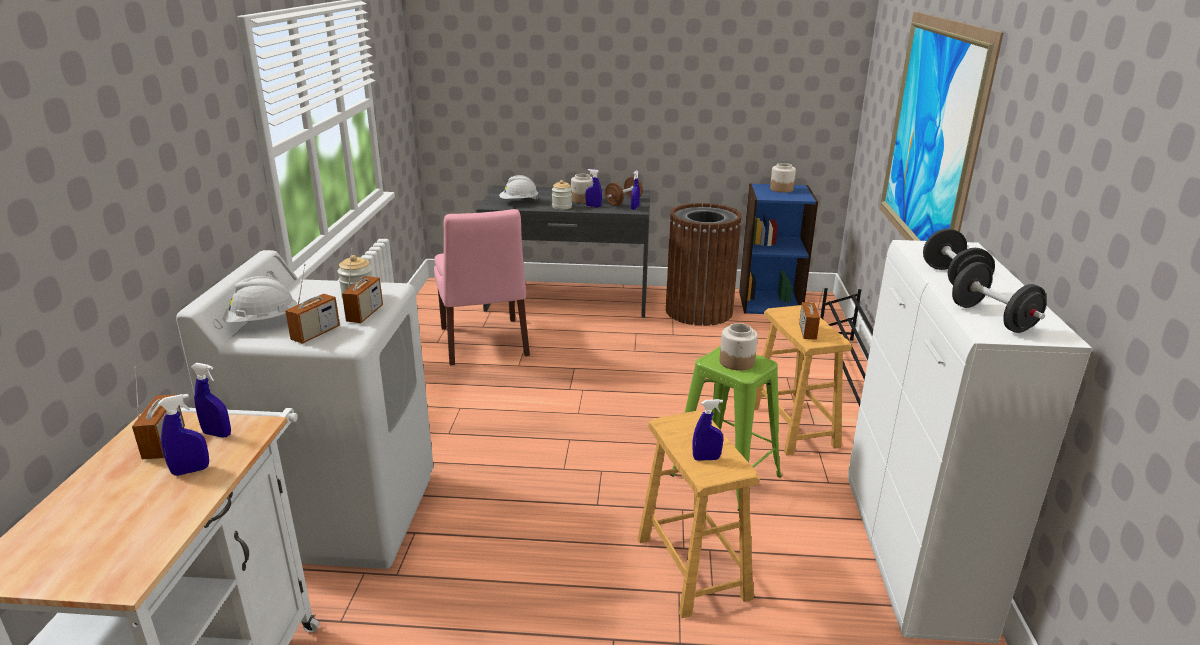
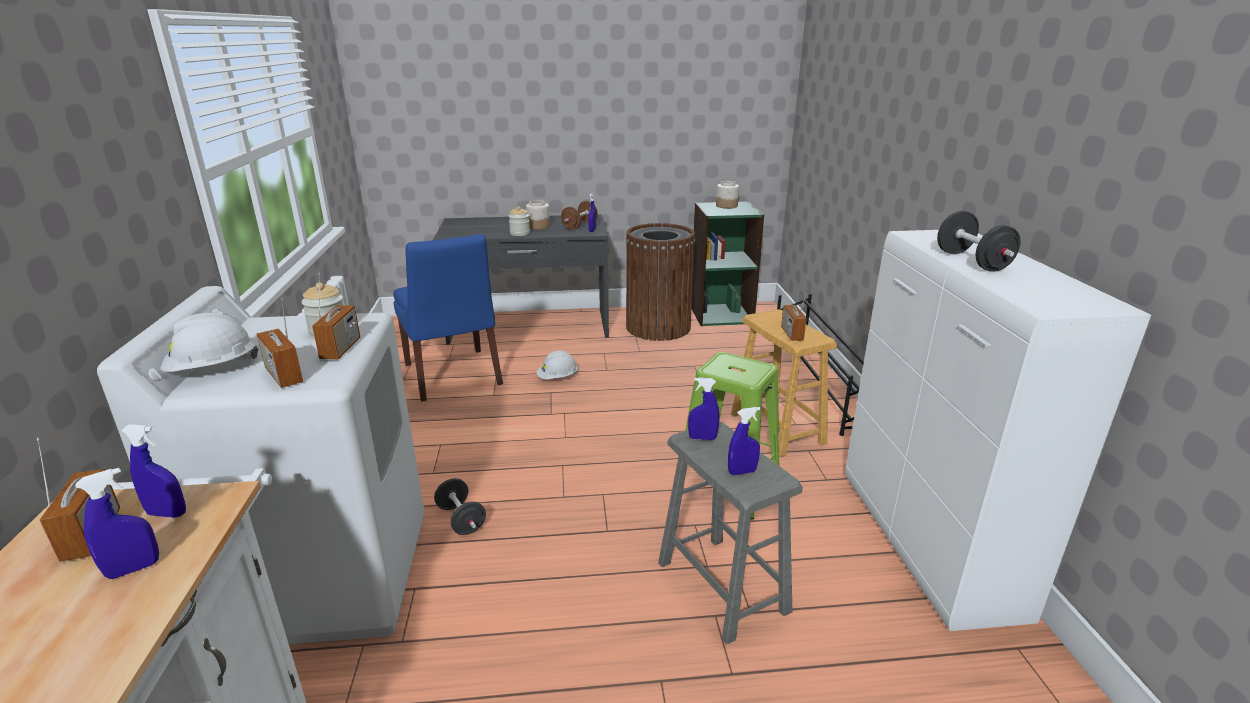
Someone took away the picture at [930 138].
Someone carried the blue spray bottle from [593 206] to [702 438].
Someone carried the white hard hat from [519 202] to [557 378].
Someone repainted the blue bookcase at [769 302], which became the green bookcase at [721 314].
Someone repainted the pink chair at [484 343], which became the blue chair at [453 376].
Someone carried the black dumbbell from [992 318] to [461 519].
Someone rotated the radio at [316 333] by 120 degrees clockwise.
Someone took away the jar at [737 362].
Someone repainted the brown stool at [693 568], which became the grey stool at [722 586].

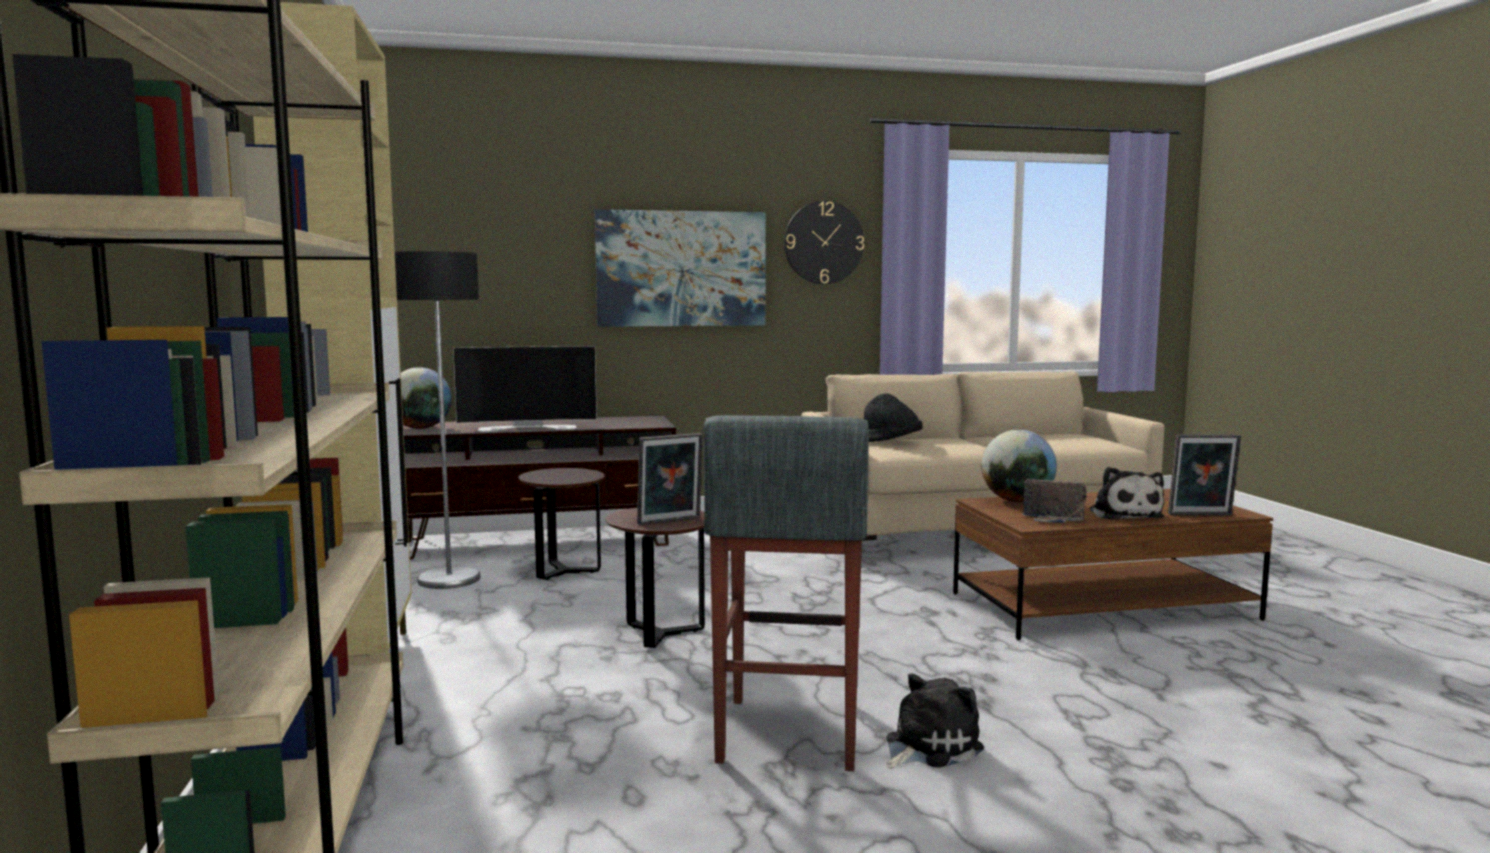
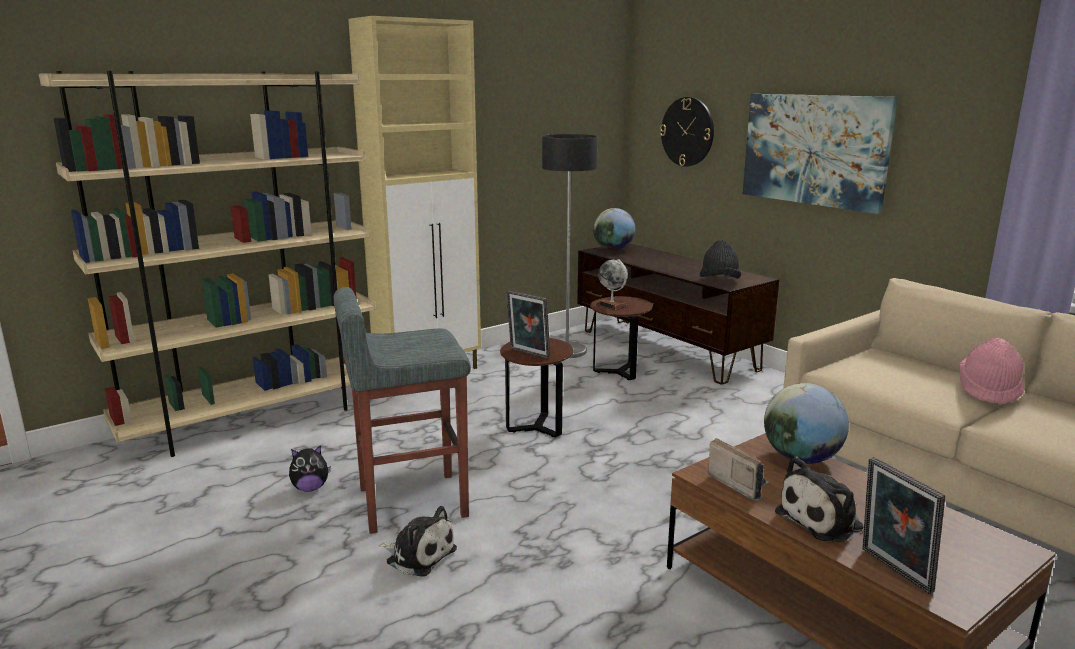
Someone carried the wall clock from [823 242] to [687 132].
Someone took away the television at [528 427].
Someone carried the black hat from [891 443] to [719 281].
Someone rotated the radio at [1054 520] by 150 degrees clockwise.
Someone put down the globe at [612 305].
Someone put down the pink hat at [988 391].
Someone put down the plush toy at [310 488].

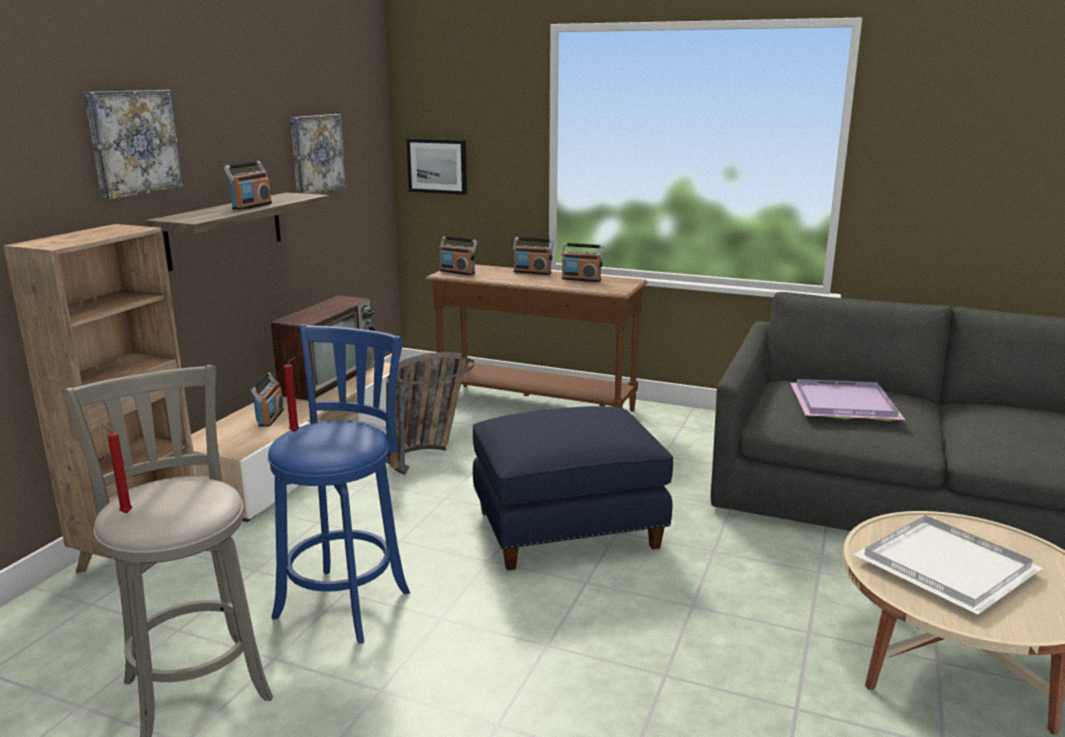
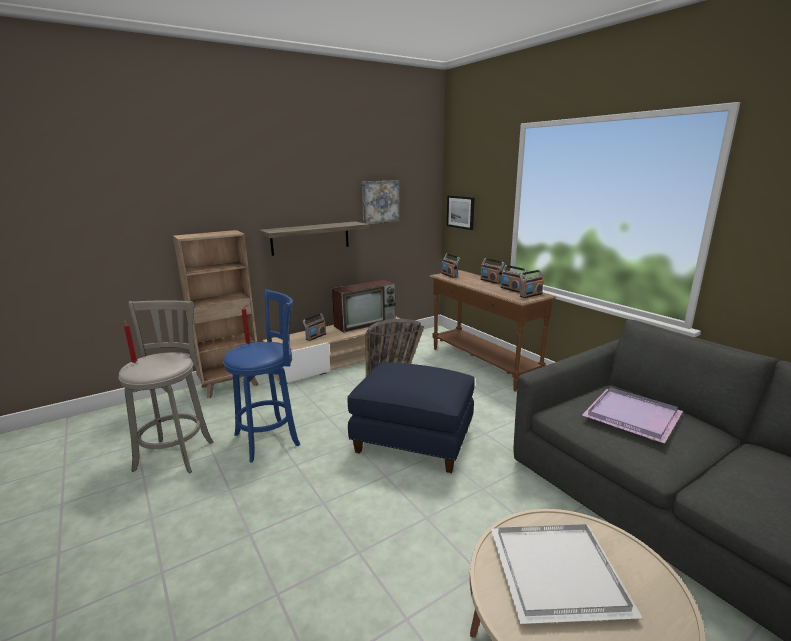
Someone took away the picture at [133 142].
Someone carried the radio from [251 206] to [530 295].

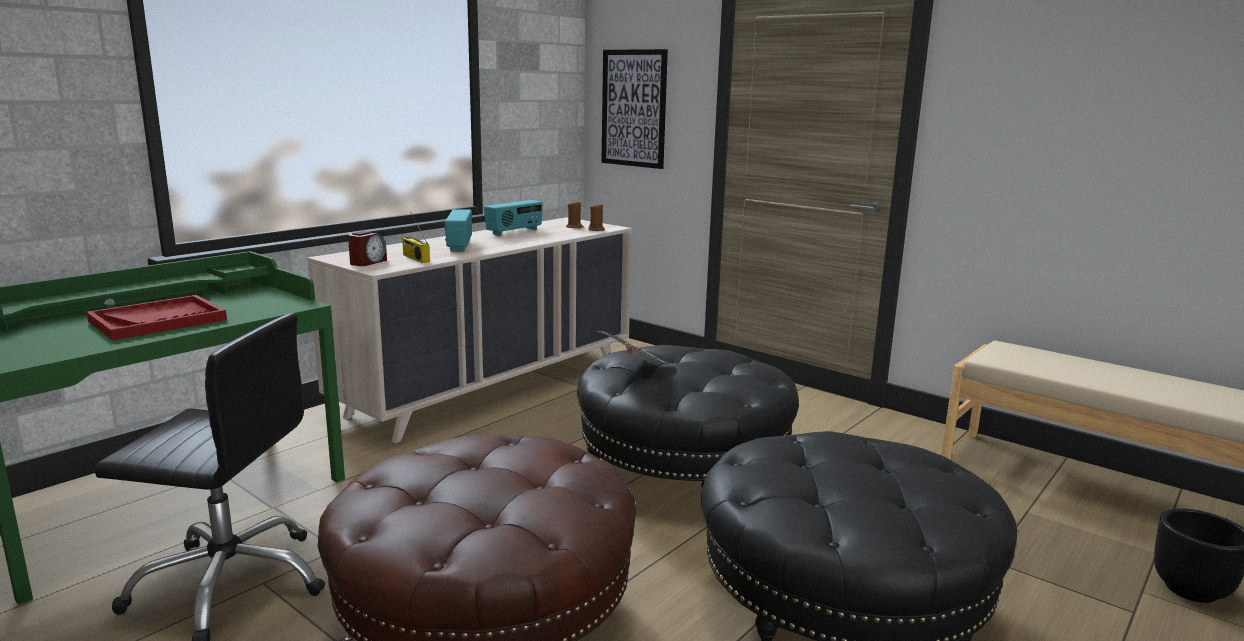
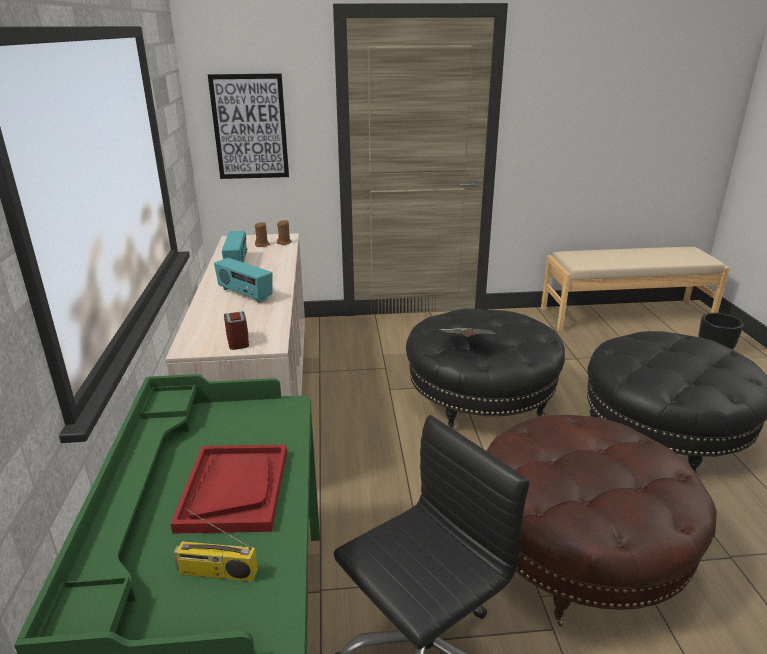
Someone carried the radio from [415 258] to [216 573].

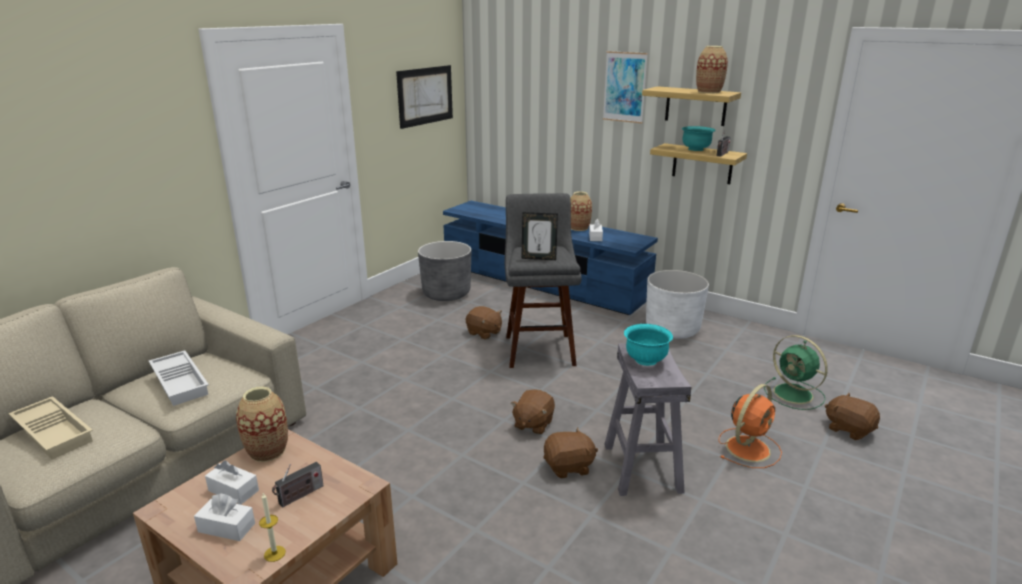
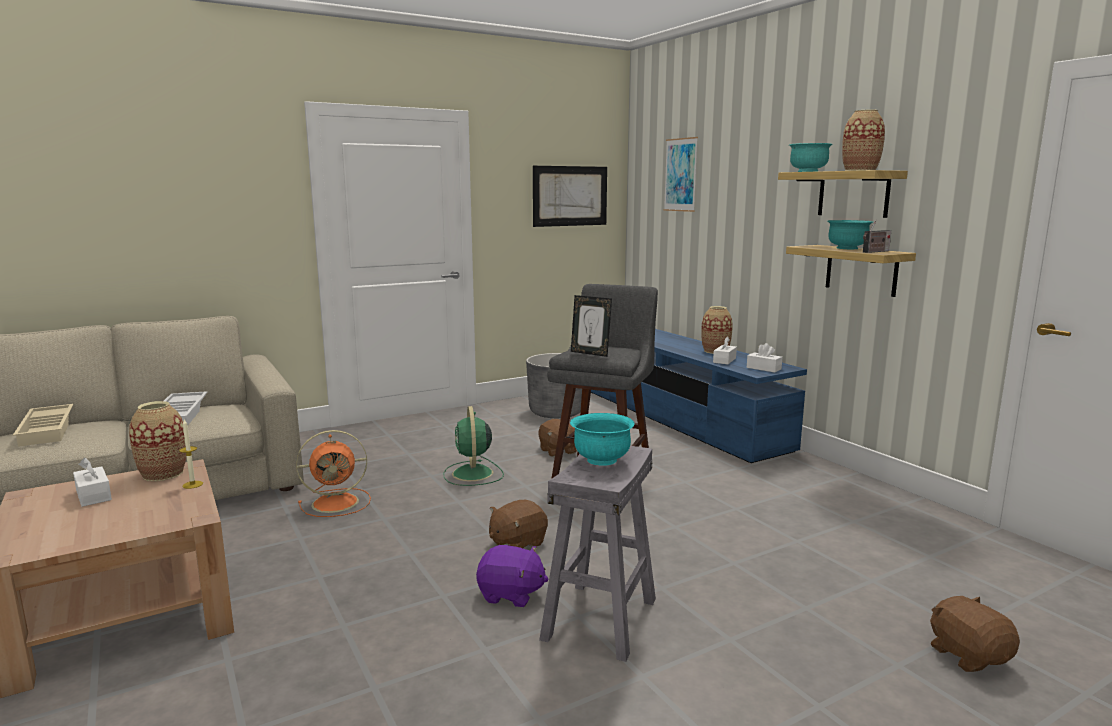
Someone carried the picture from [624 87] to [680 175].
Someone took away the white planter at [672 329].
Someone carried the green fan from [794 394] to [472 474].
Someone carried the orange fan from [748 447] to [337 502].
Someone repainted the brown plush toy at [569 467], which became the purple plush toy at [511 594].
Someone took away the radio at [299 496].
Someone carried the candle from [274 553] to [192 484].
Someone carried the white tissue box from [226 527] to [763 368].
Someone put down the turquoise bowl at [808 171].

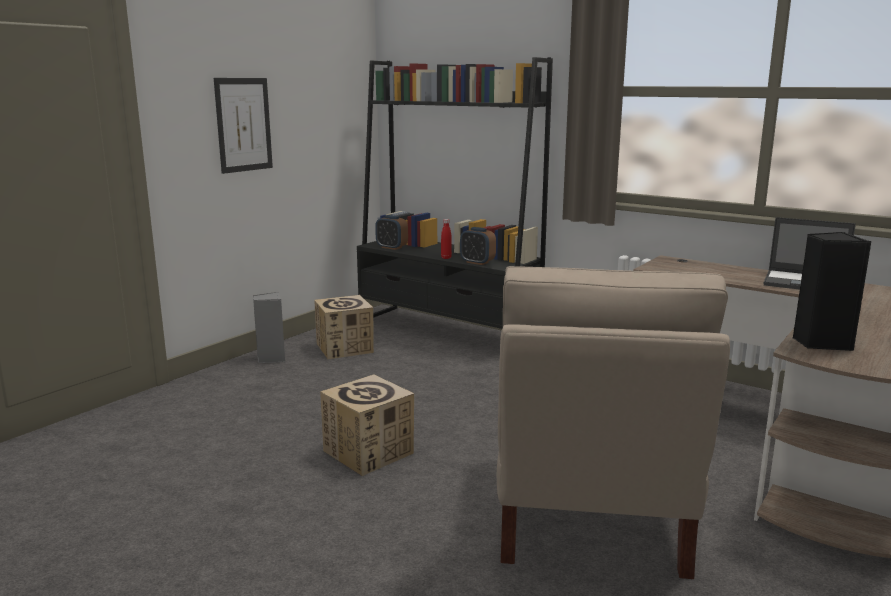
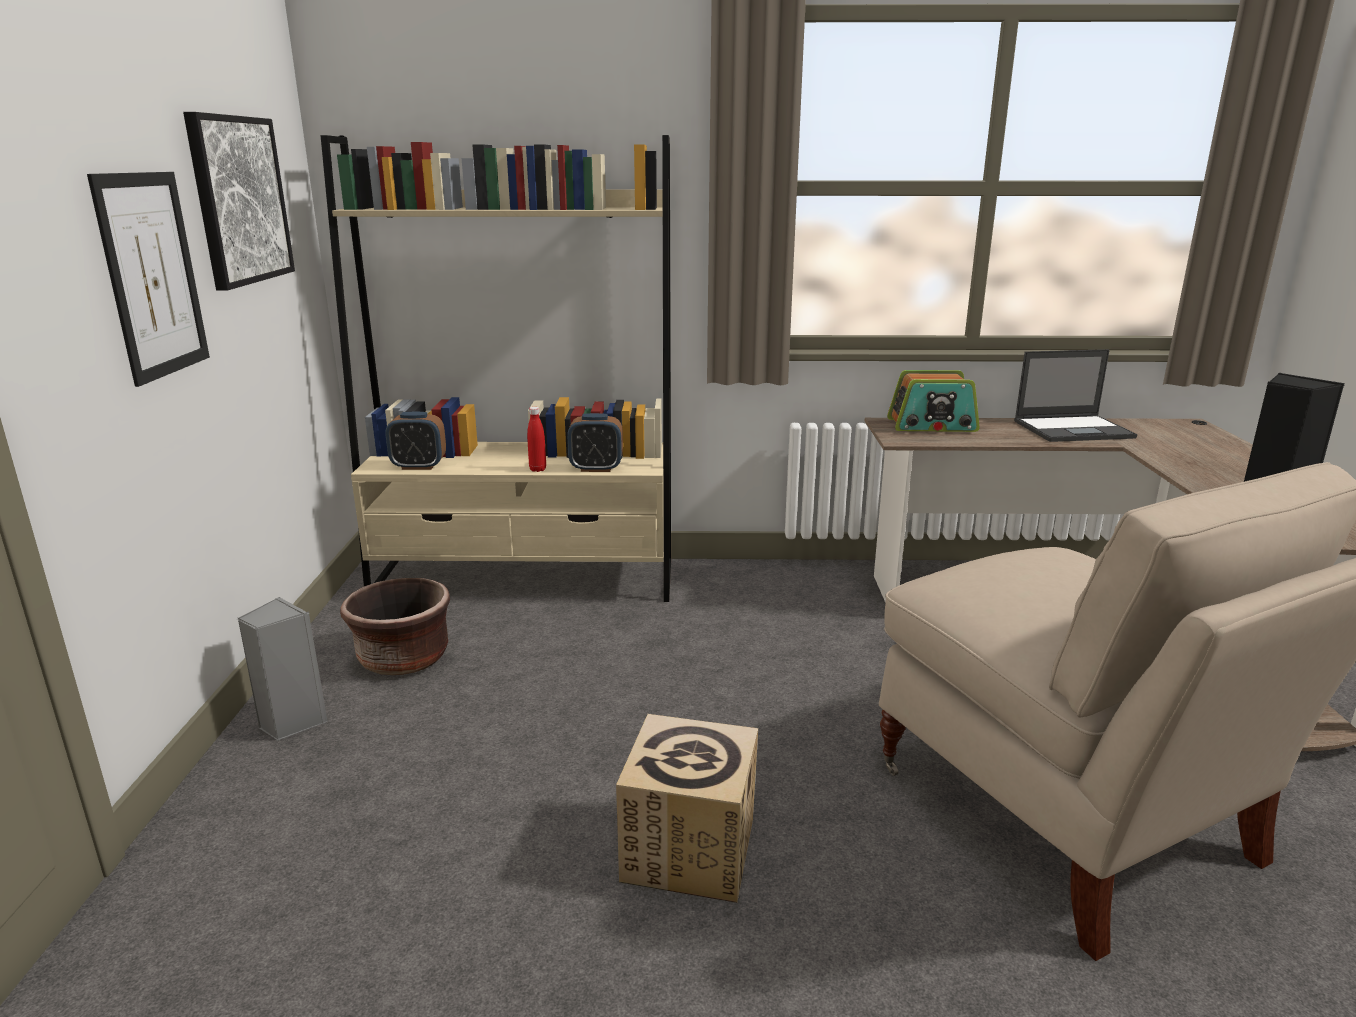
Someone repainted the black bookcase at [447 331], which became the beige bookcase at [526 580].
Someone swapped the cardboard box at [345 348] for the brown planter at [403 659].
Someone put up the picture at [239 200].
Someone put down the radio at [932 425].

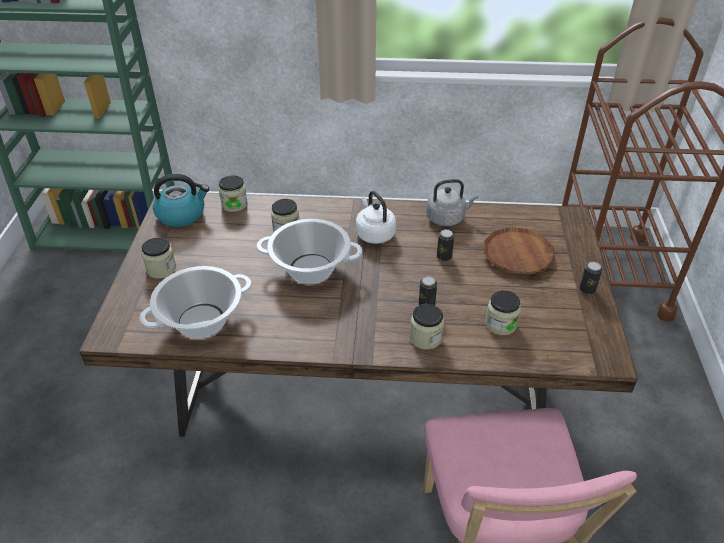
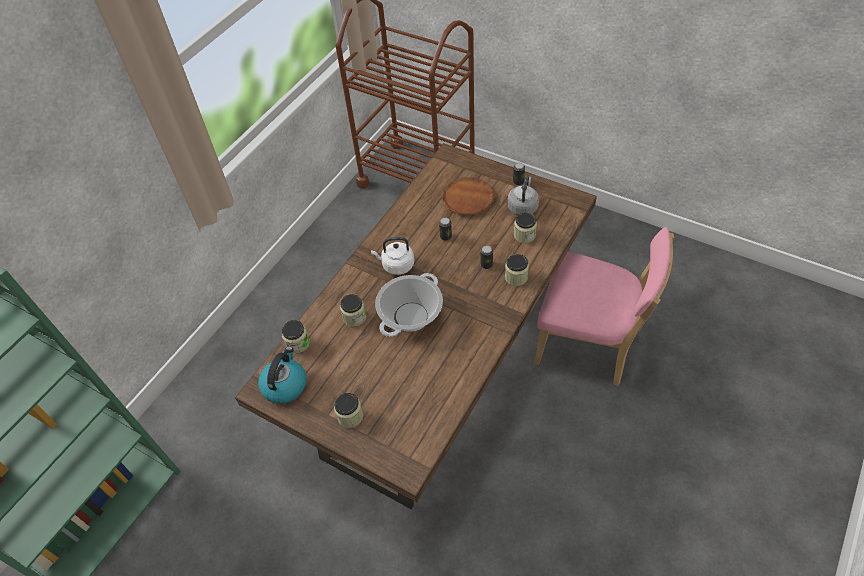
Someone carried the grey kettle from [447 218] to [523 206].
Someone took away the cooking pot at [201 320].

